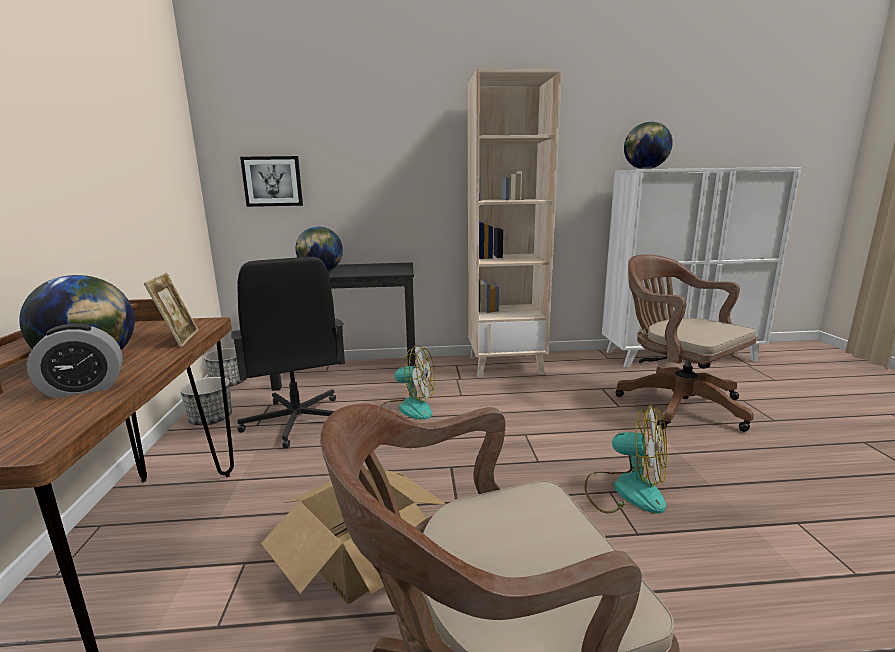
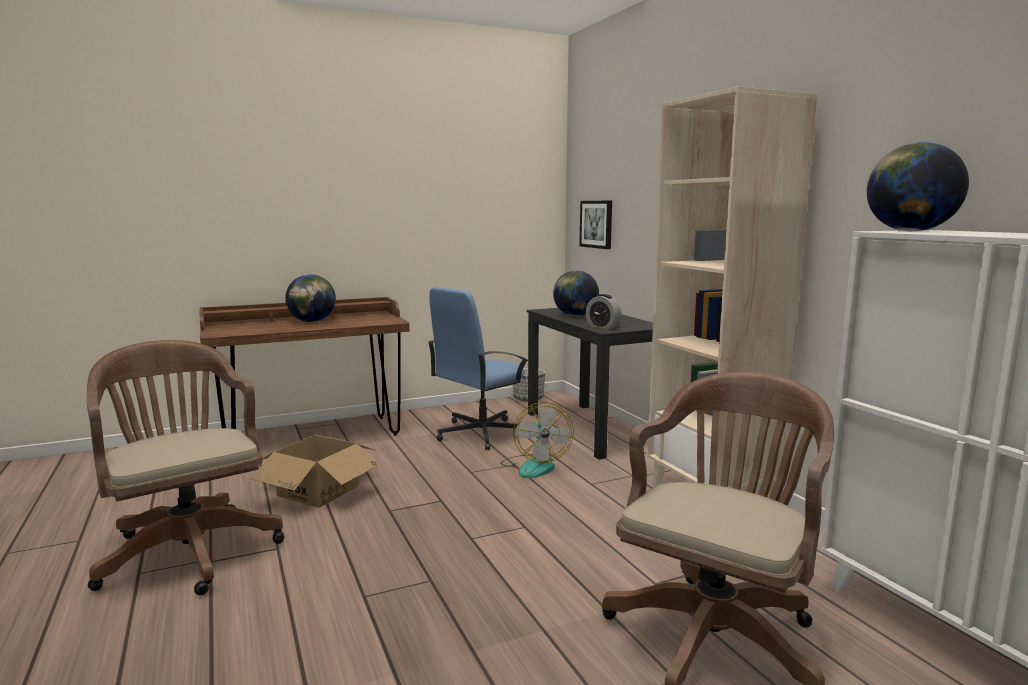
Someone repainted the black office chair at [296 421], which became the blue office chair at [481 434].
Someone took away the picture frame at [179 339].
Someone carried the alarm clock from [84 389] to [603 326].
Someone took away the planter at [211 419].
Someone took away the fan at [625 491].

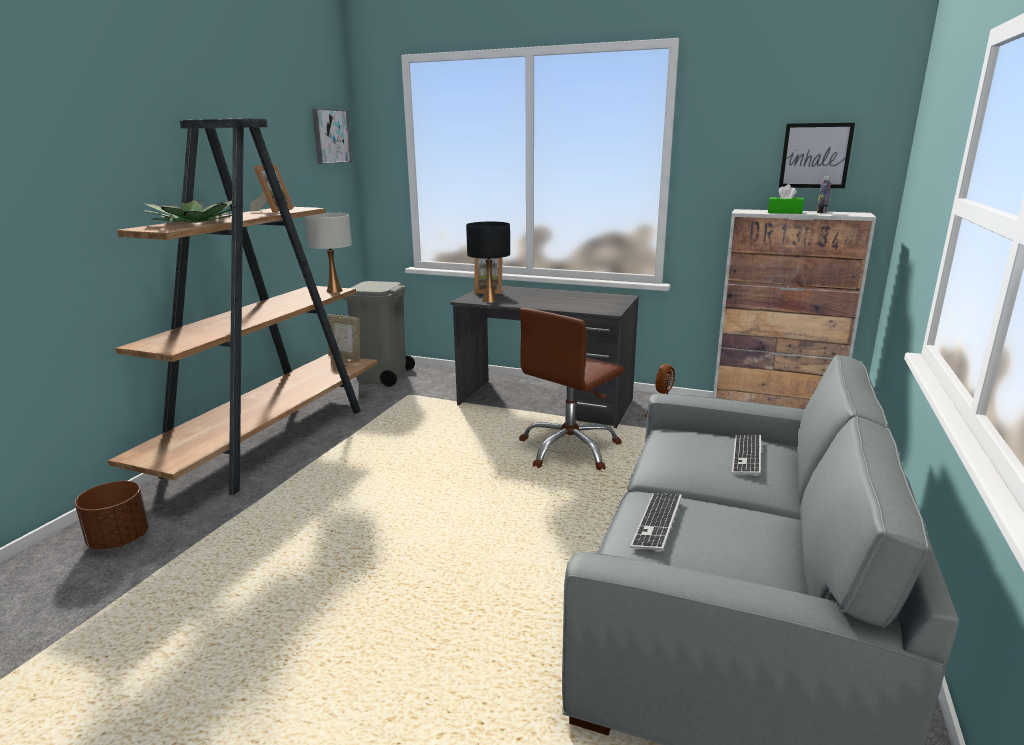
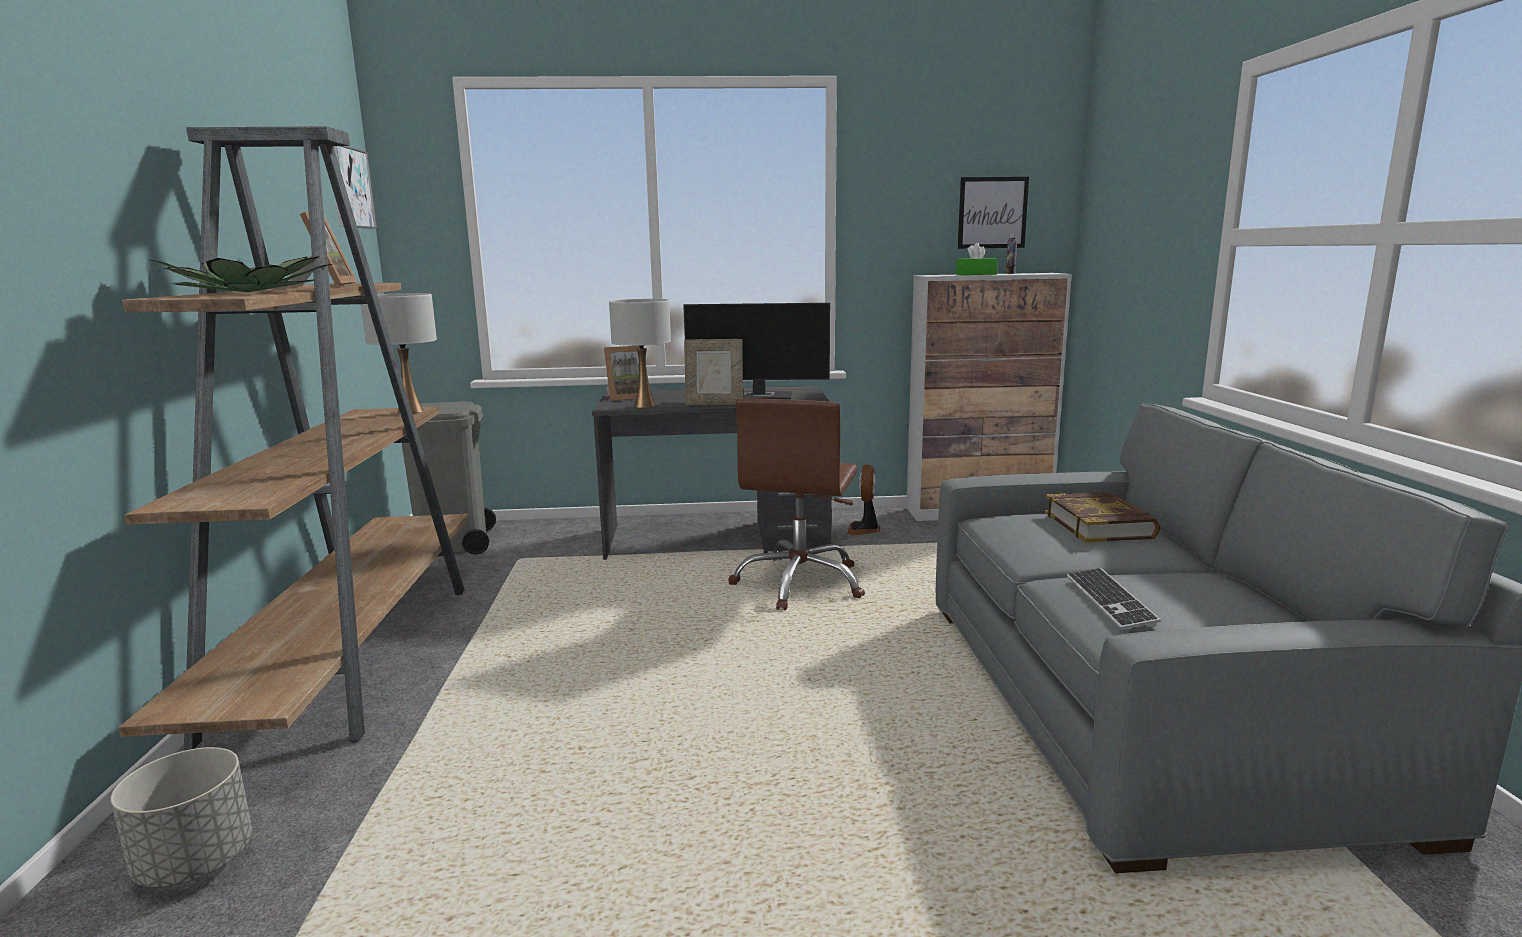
Someone repainted the black table lamp at [489 300], which became the white table lamp at [644 405].
Someone carried the picture frame from [345 357] to [714 404].
Someone swapped the keyboard at [746 456] for the book at [1099 525].
Someone repainted the brown planter at [119 540], which became the grey planter at [195 862].
Someone put down the monitor at [760 397].

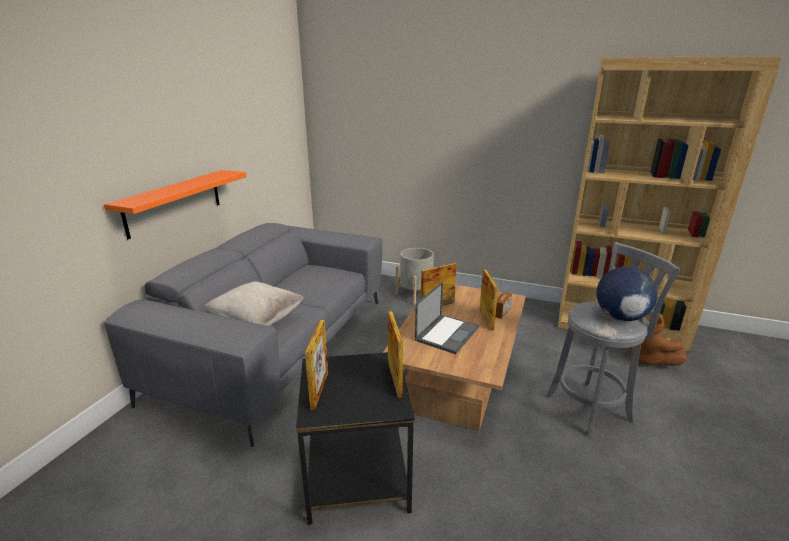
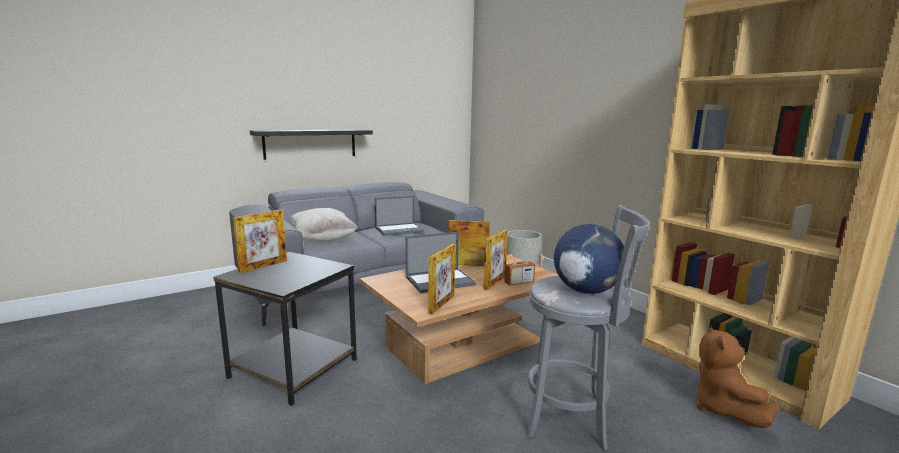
Someone repainted the orange shelf at [174 202], which became the black shelf at [310 143].
Someone carried the picture frame from [394 379] to [441 304].
Someone put down the laptop at [400 229].

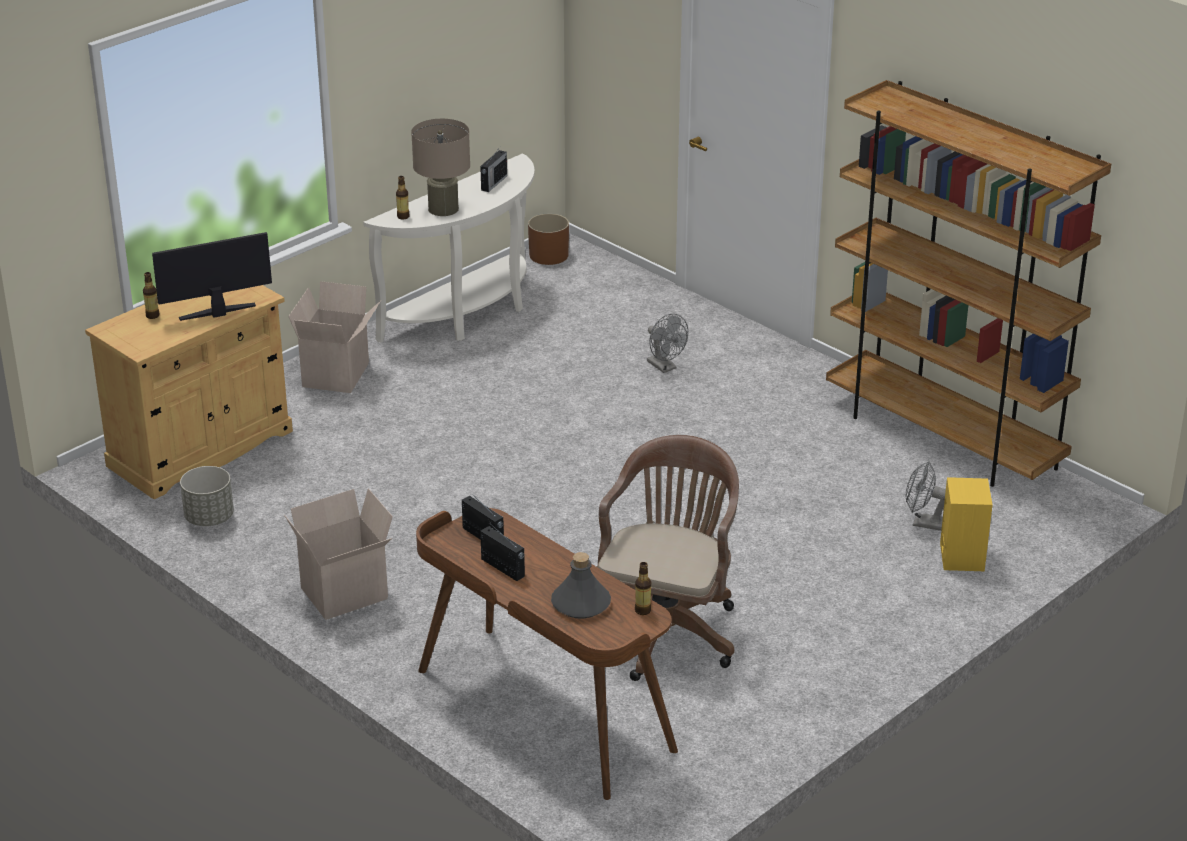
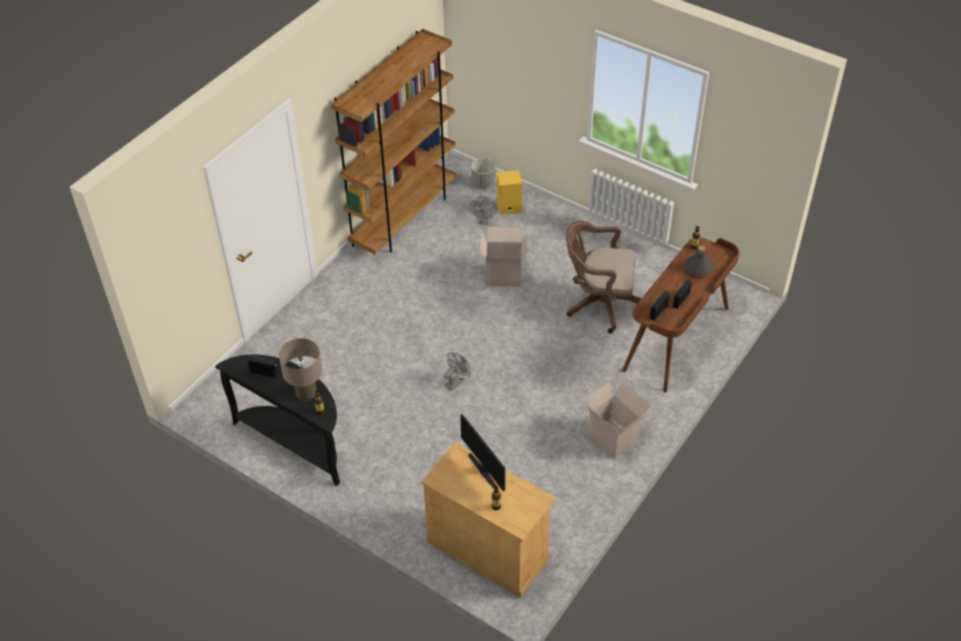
Someone repainted the white console table at [468 314], which became the black console table at [296 442].
Someone took away the brown planter at [548 255].
Someone carried the cardboard box from [337 376] to [504 274].
Someone carried the grey fan from [665 367] to [456 381].
Someone carried the grey planter from [209 518] to [483 183].

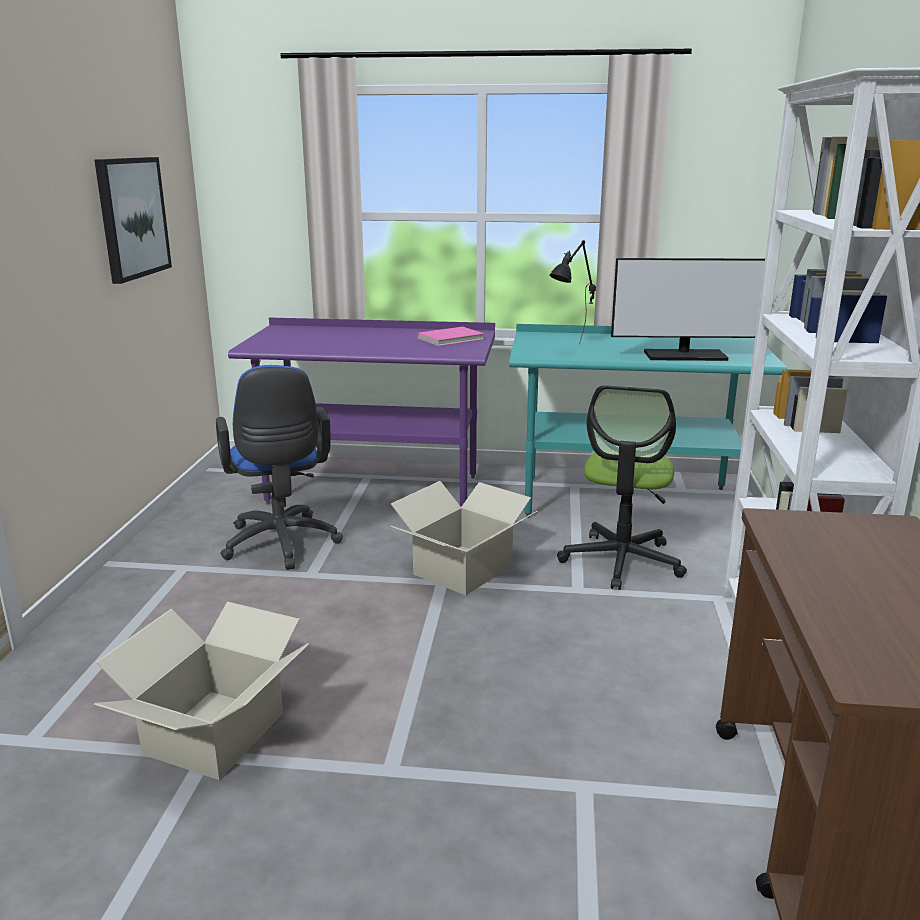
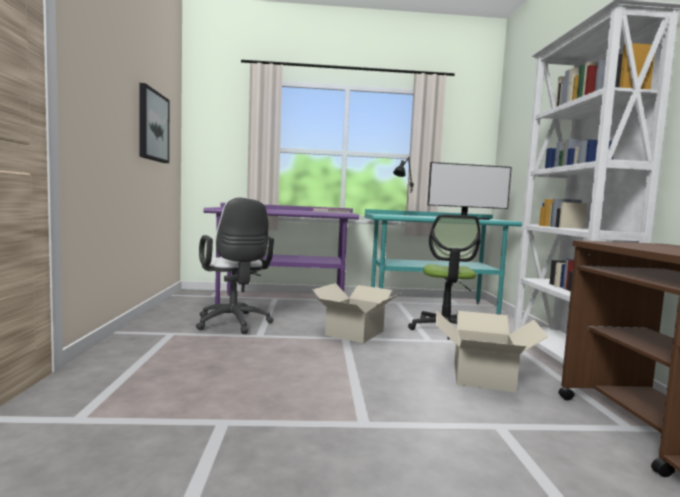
Someone repainted the blue office chair at [281 545], which became the white office chair at [234 324].
Someone carried the cardboard box from [213 733] to [482 376].

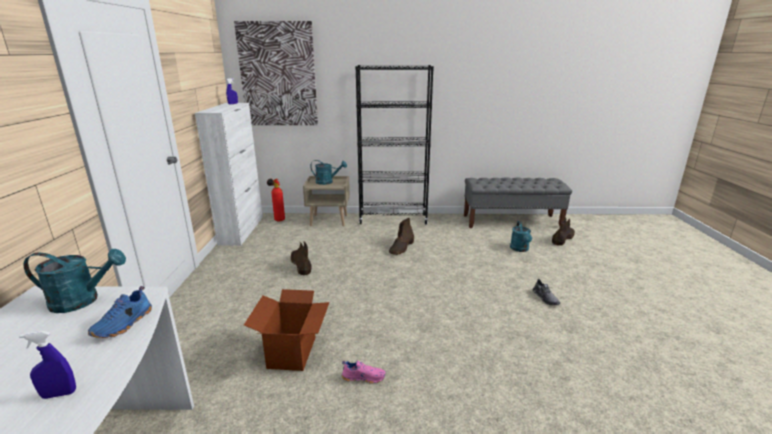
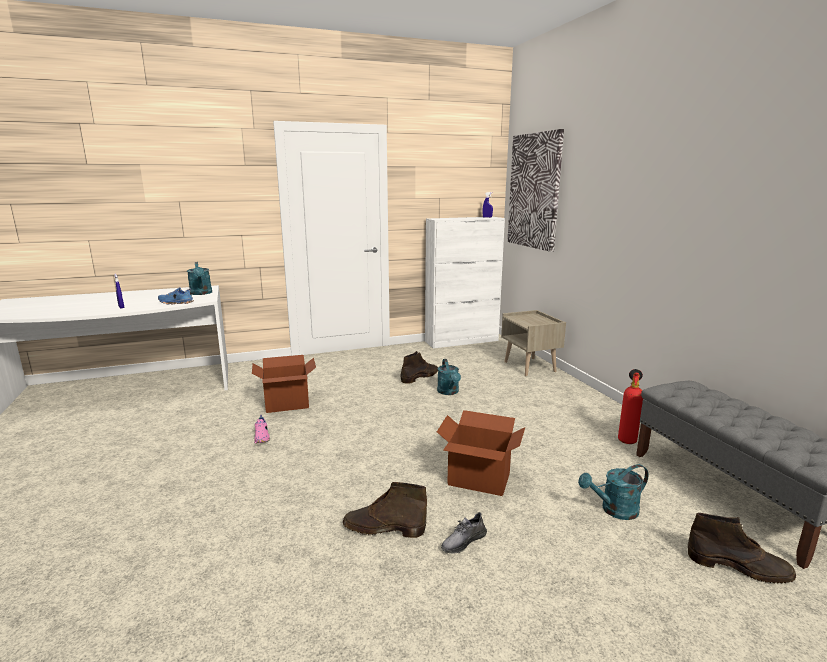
Someone took away the black bookcase at [393 219].
Someone carried the turquoise watering can from [327 182] to [449 392].
Someone carried the fire extinguisher from [278 220] to [627 439].
Someone carried the brown boot from [401 248] to [383 528].
Someone put down the cardboard box at [479 480].

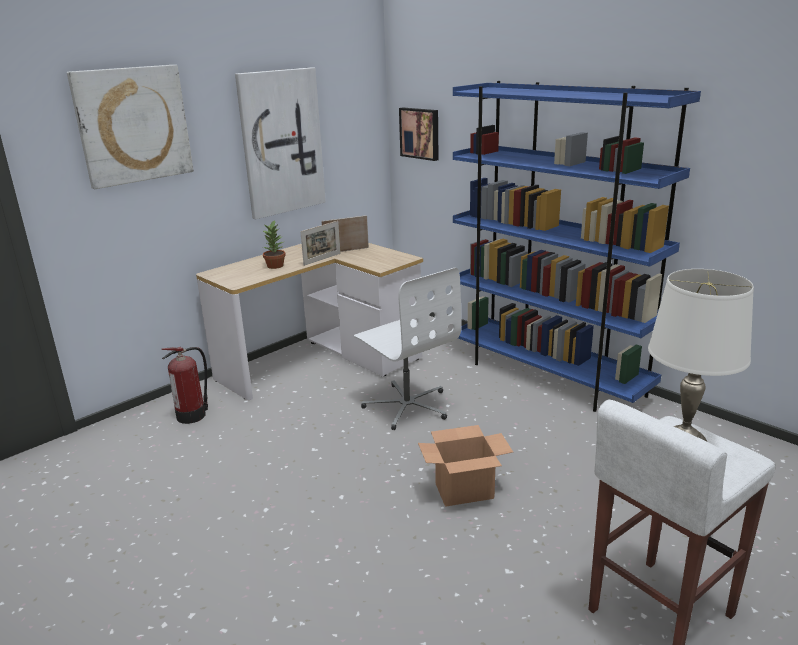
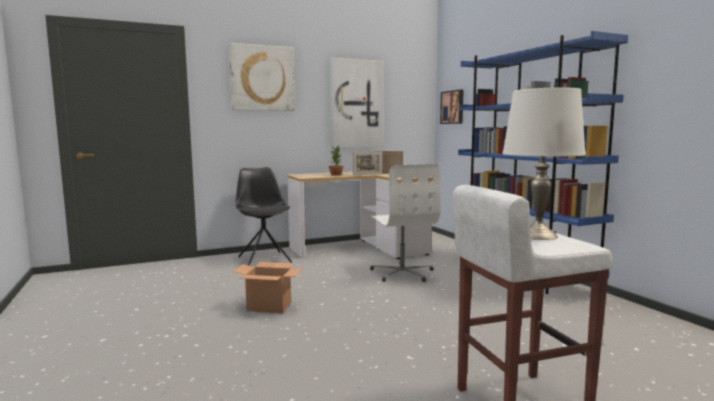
Someone swapped the fire extinguisher at [193 415] for the black chair at [264 259].
Someone carried the cardboard box from [465 491] to [269 307].

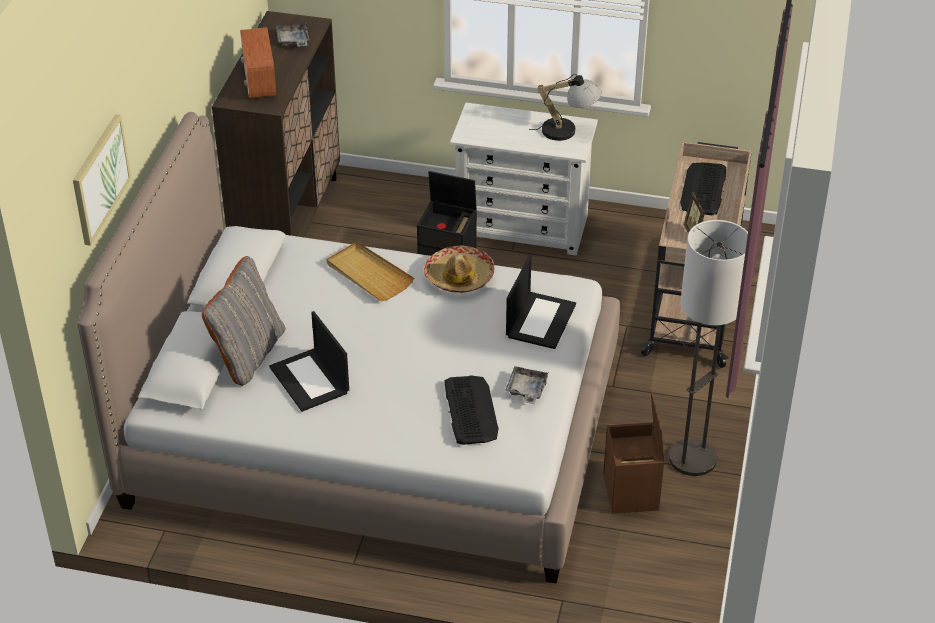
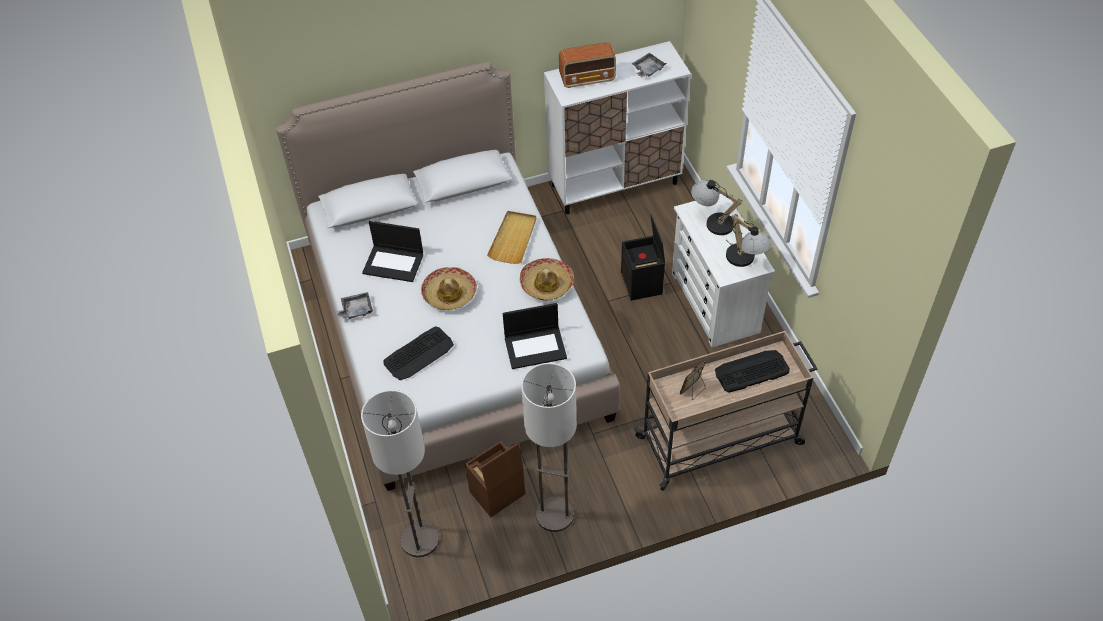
Someone repainted the brown cabinet at [287 220], which became the white cabinet at [615 184].
Someone rotated the radio at [259 82] by 150 degrees counterclockwise.
Someone took away the picture at [99 178].
Someone took away the grey pillow at [248 354].
Someone rotated the laptop at [310 380] by 105 degrees counterclockwise.
Someone carried the grey tray from [526 390] to [356 310].
Someone put down the table lamp at [712 222].
Someone put down the hat at [449 294].
Someone put down the floor lamp at [420 539].

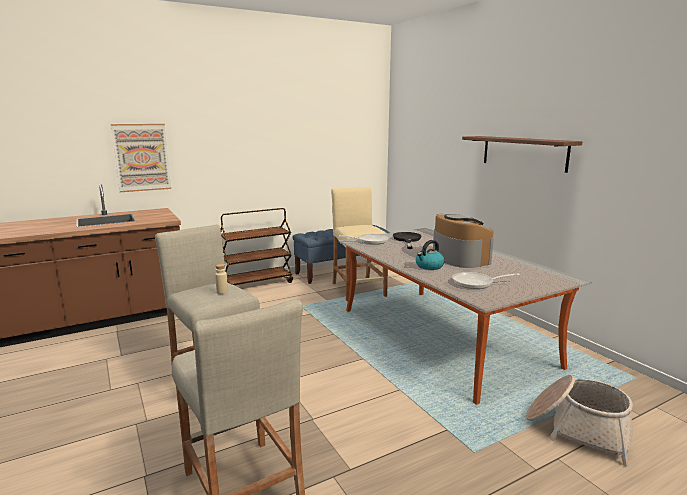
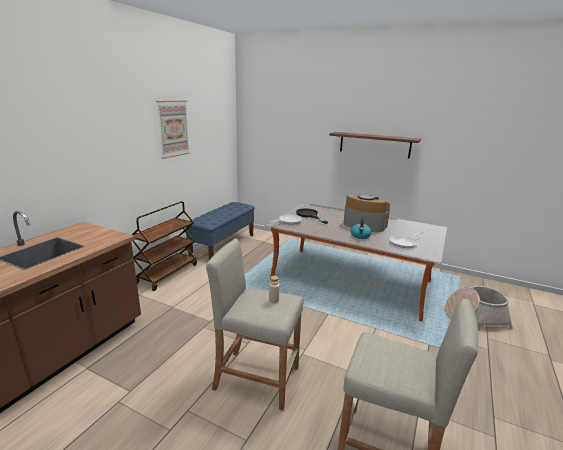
Someone carried the picture from [142 157] to [173 128].
Someone took away the beige stool at [358 289].

